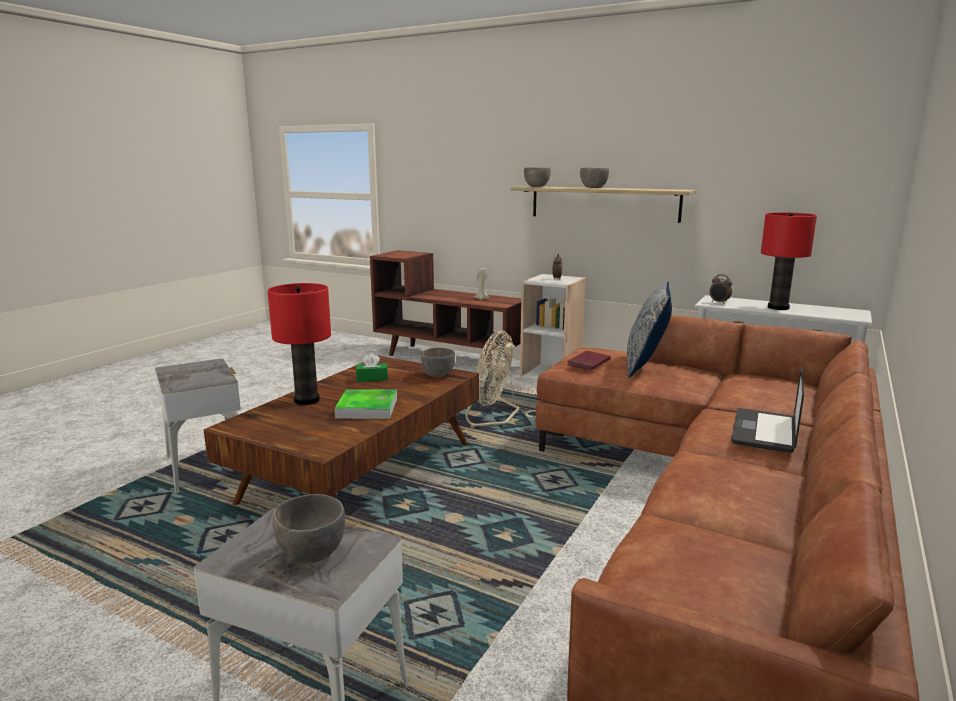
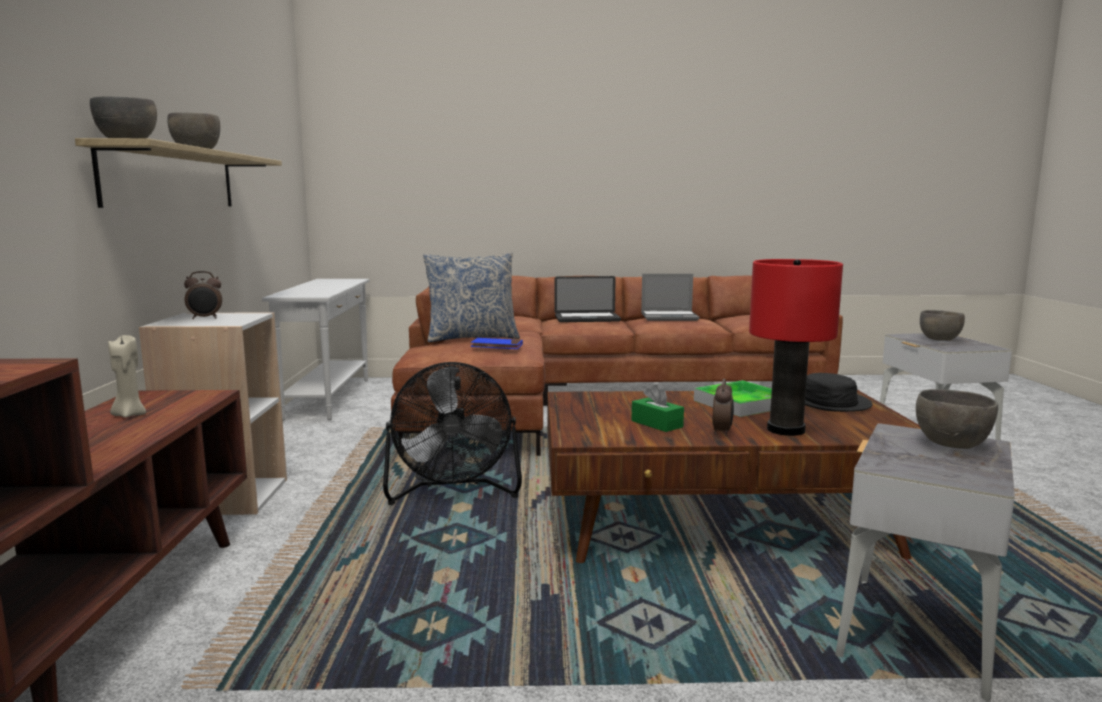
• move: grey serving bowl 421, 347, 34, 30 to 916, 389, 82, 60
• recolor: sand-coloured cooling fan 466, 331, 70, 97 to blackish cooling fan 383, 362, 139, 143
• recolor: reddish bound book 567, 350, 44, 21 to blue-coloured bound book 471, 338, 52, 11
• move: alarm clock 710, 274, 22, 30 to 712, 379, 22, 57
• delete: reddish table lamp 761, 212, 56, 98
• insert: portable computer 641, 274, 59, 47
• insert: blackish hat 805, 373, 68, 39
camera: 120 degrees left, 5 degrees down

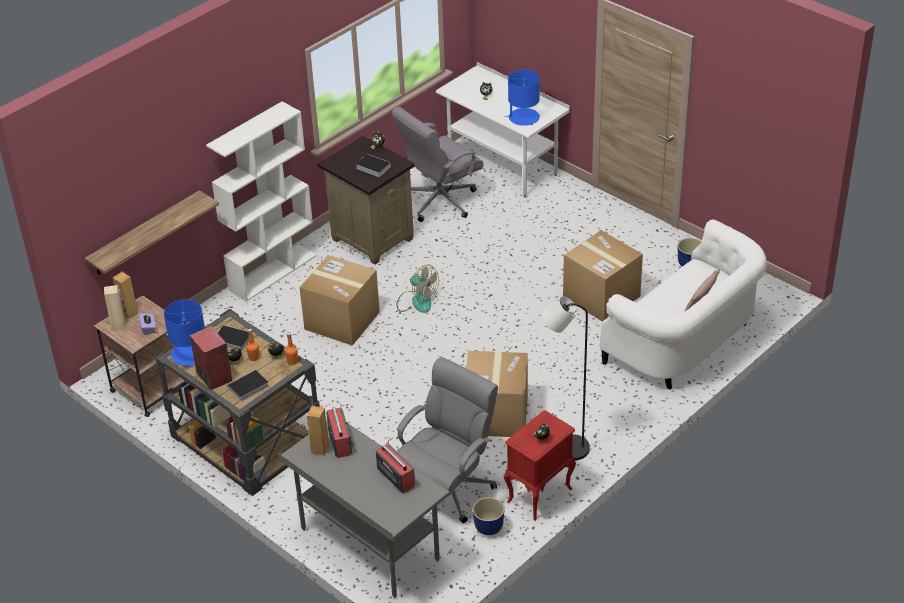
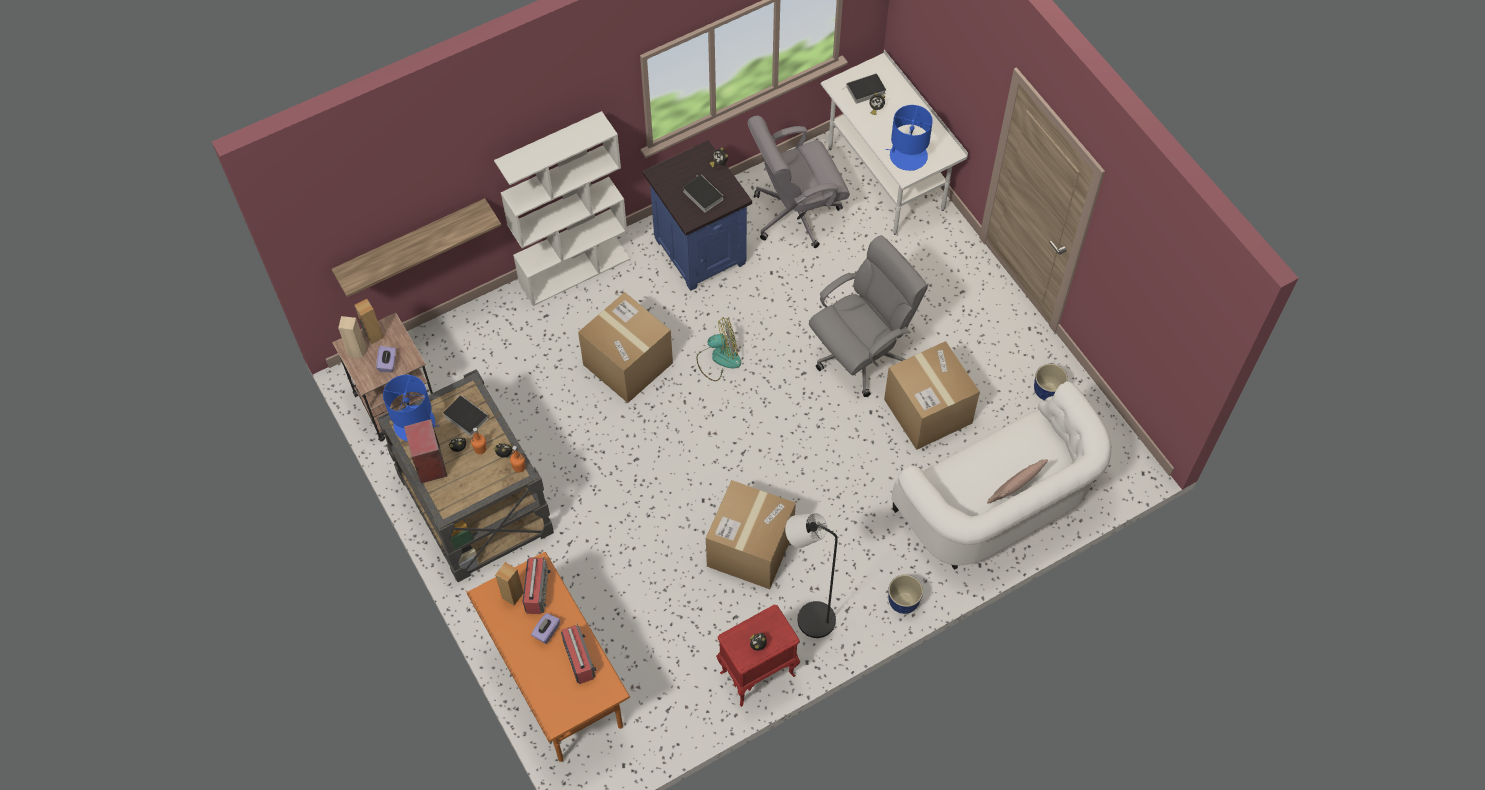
• move: bound book 223, 370, 46, 32 to 841, 73, 45, 31
• recolor: grey desk table 278, 421, 172, 177 to orange-coloured desk table 466, 552, 164, 210
• recolor: sand-coloured cabinet 318, 136, 96, 129 to blue-coloured cabinet 643, 140, 109, 151
• rotate: cooling fan 397, 265, 42, 48 = 696, 317, 45, 64 60 degrees counterclockwise
• move: grey desk chair 397, 357, 101, 166 to 809, 235, 119, 162
• move: plant pot 472, 497, 33, 38 to 888, 575, 35, 39
• insert: purplish tissue box 531, 613, 29, 31
camera: 15 degrees right, 20 degrees up

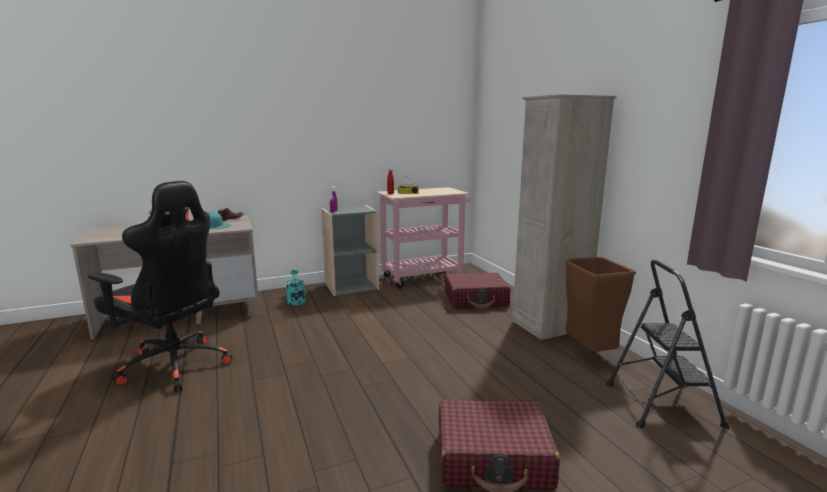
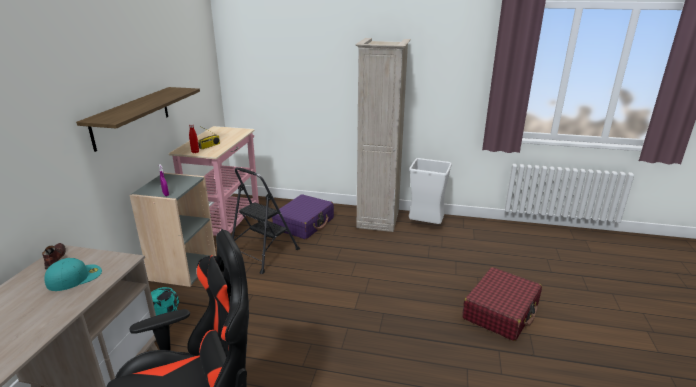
• recolor: reddish travel case 445, 273, 65, 35 to purplish travel case 272, 194, 62, 45
• recolor: brownish rubbish bin 565, 257, 71, 95 to white rubbish bin 409, 158, 43, 66
• move: blackish step stool 606, 259, 124, 170 to 232, 167, 68, 107
• insert: bracket shelf 76, 87, 124, 65
camera: 55 degrees left, 10 degrees up

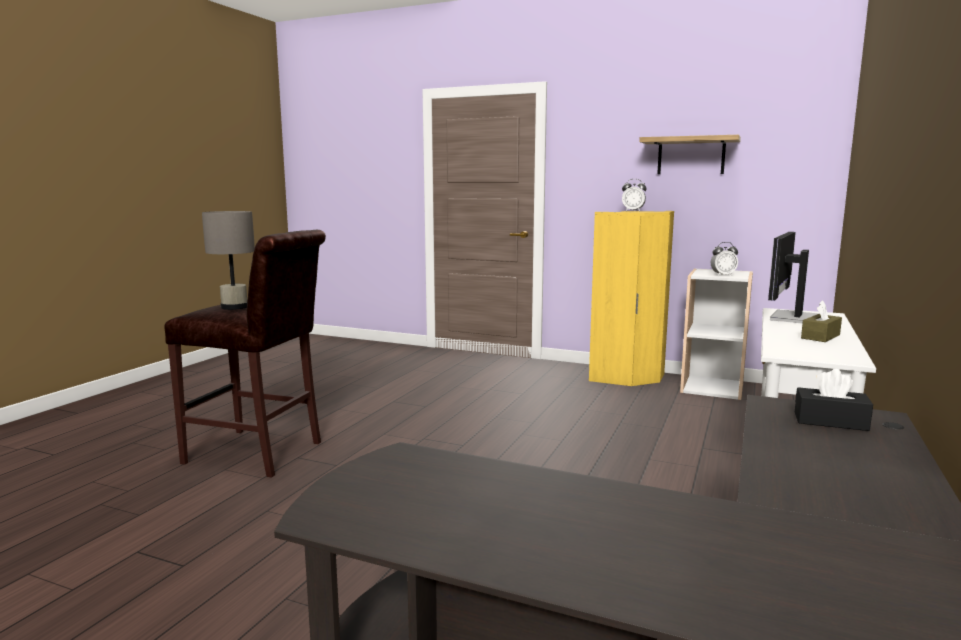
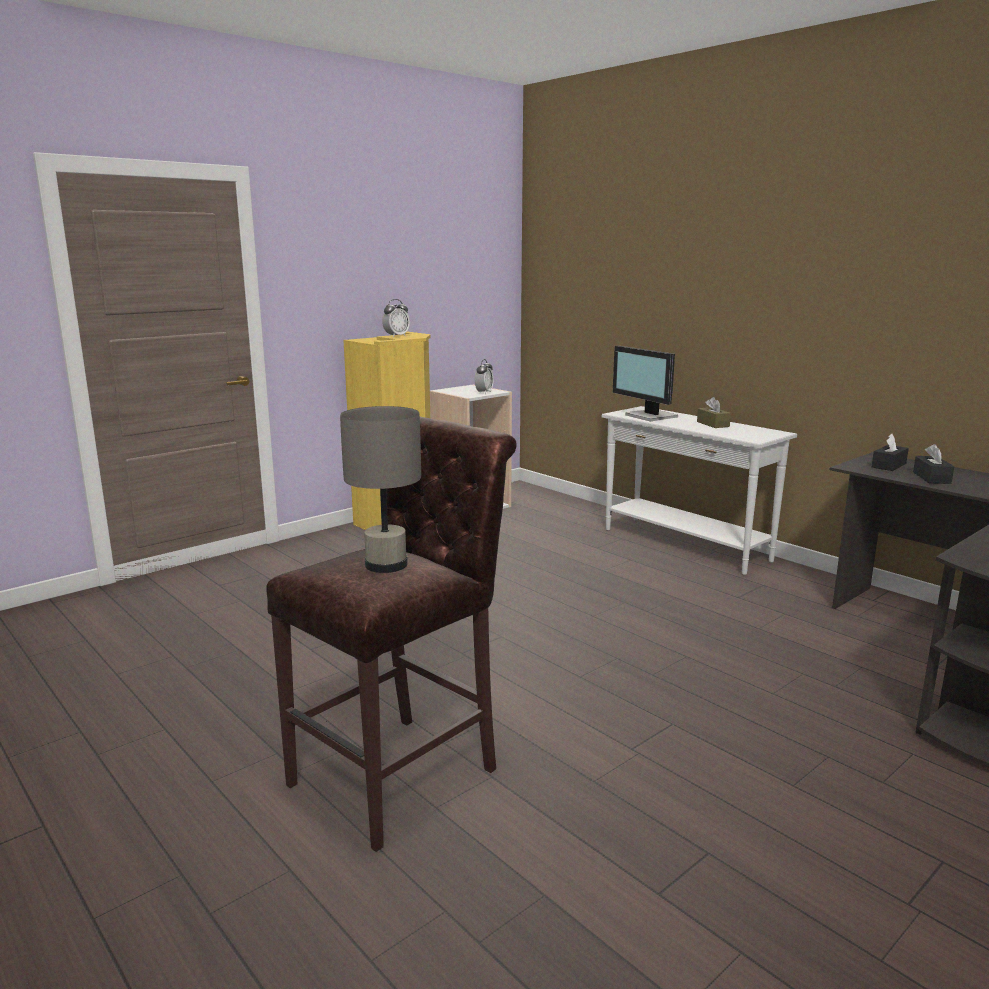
• delete: bracket shelf 639, 135, 102, 39
• insert: blackish tissue box 913, 444, 41, 40
camera: 65 degrees left, 5 degrees up

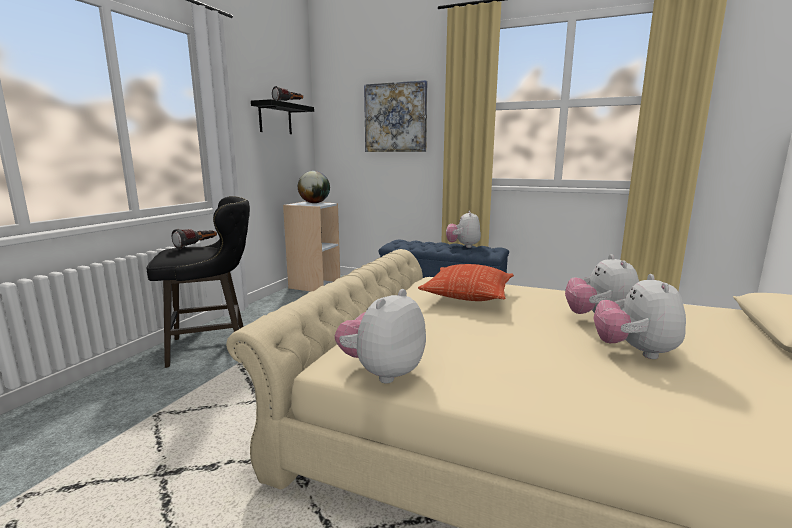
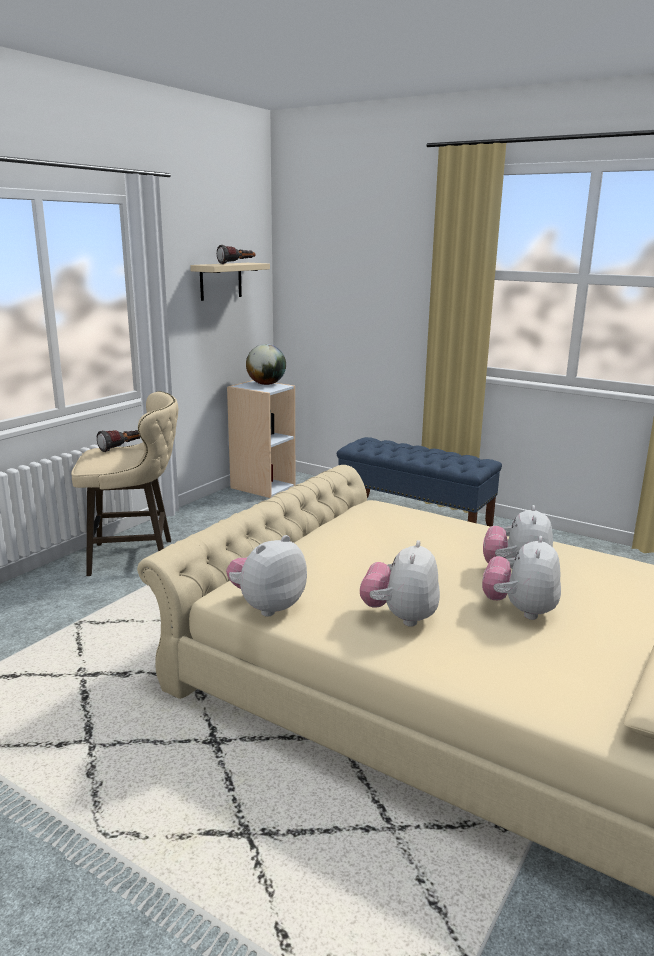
• recolor: blackish stool seat 147, 196, 103, 172 to sand-coloured stool seat 71, 391, 107, 185
• recolor: blackish bracket shelf 251, 99, 63, 35 to sand-coloured bracket shelf 190, 263, 80, 38
• delete: wall art 364, 80, 63, 72
• delete: orange-coloured pillow 418, 264, 96, 37
• move: plush toy 446, 211, 35, 37 to 360, 540, 80, 87
camera: 10 degrees right, 5 degrees up

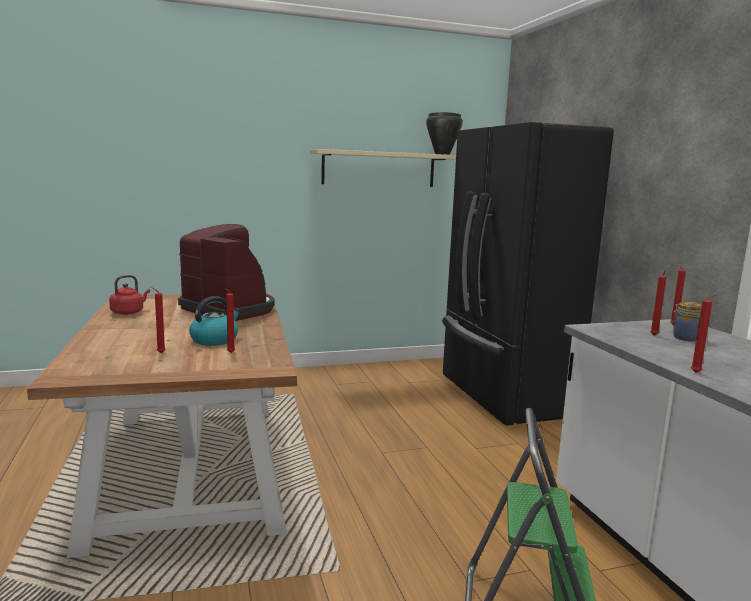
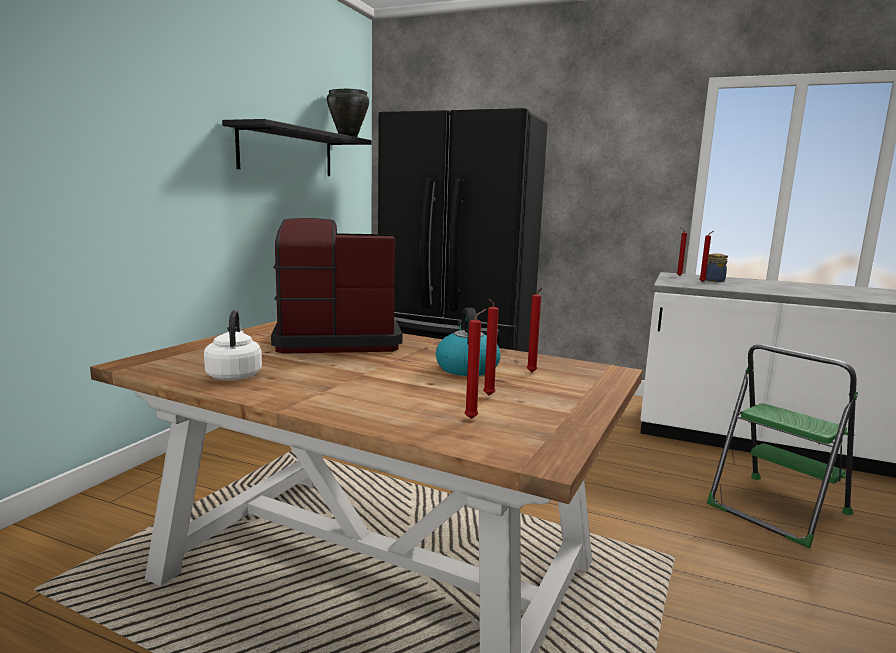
• recolor: reddish kettle 109, 275, 41, 40 to white kettle 204, 310, 58, 71
• recolor: sand-coloured bracket shelf 310, 149, 146, 38 to blackish bracket shelf 222, 119, 149, 57
• move: reddish wax light 691, 294, 27, 79 to 465, 309, 21, 110
camera: 50 degrees left, 0 degrees up

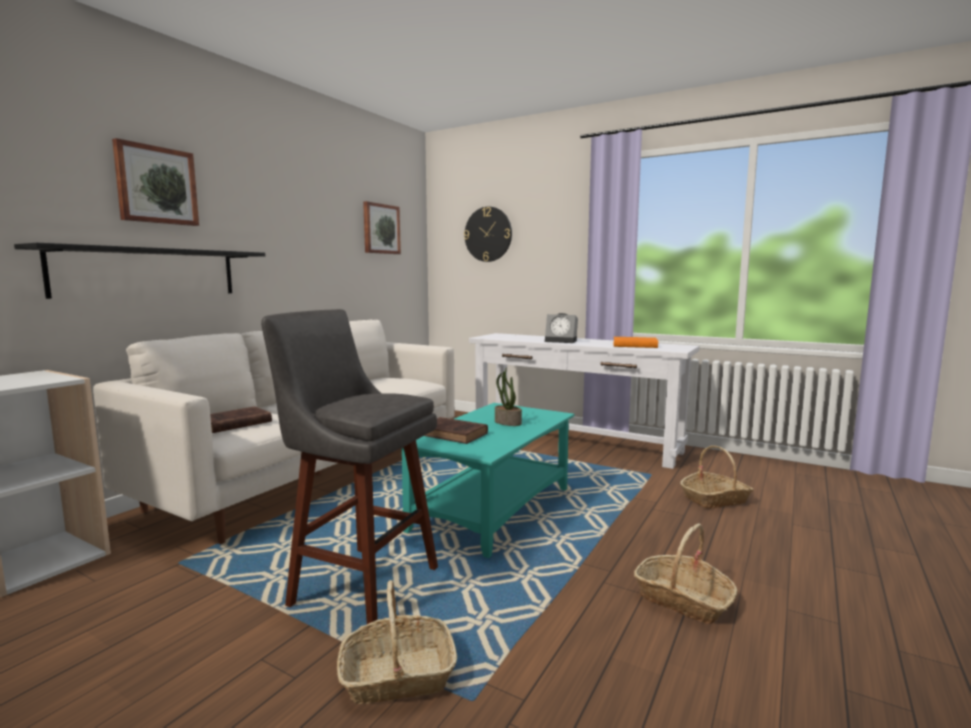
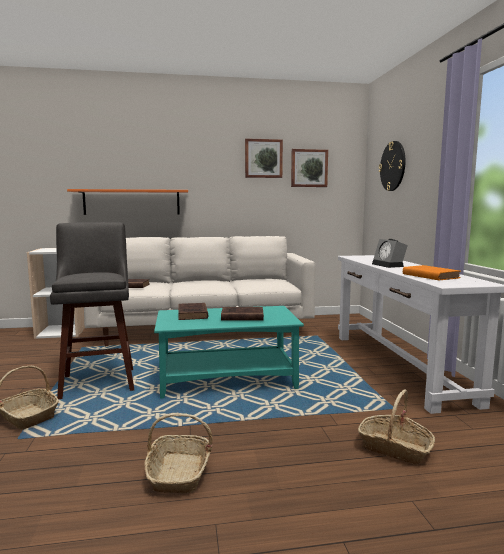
• recolor: blackish bracket shelf 14, 243, 251, 56 to orange-coloured bracket shelf 67, 189, 121, 26
• move: wall art 112, 138, 87, 88 to 245, 139, 38, 39
• replace: plant in a pot 495, 367, 27, 59 to brownish bound book 221, 307, 43, 13
camera: 50 degrees right, 0 degrees up

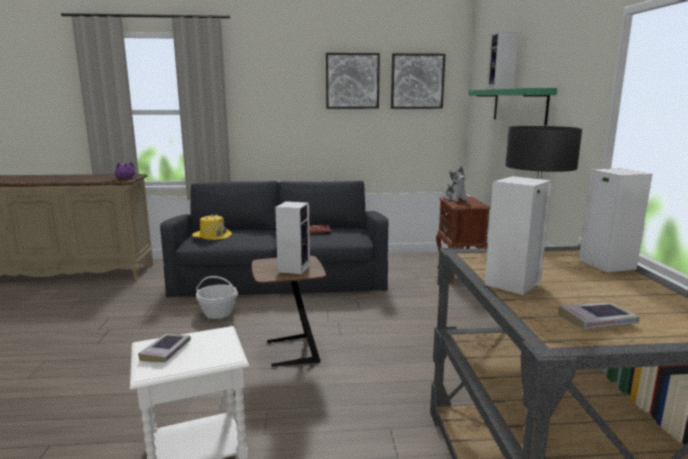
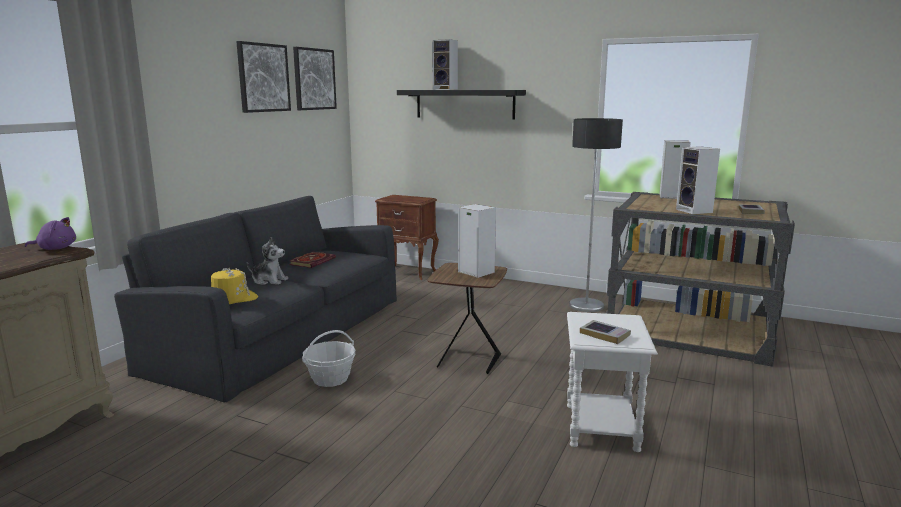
• move: plush toy 445, 167, 23, 35 to 247, 237, 41, 48
• recolor: green-coloured bracket shelf 468, 88, 89, 38 to blackish bracket shelf 397, 90, 129, 30
camera: 60 degrees left, 0 degrees up

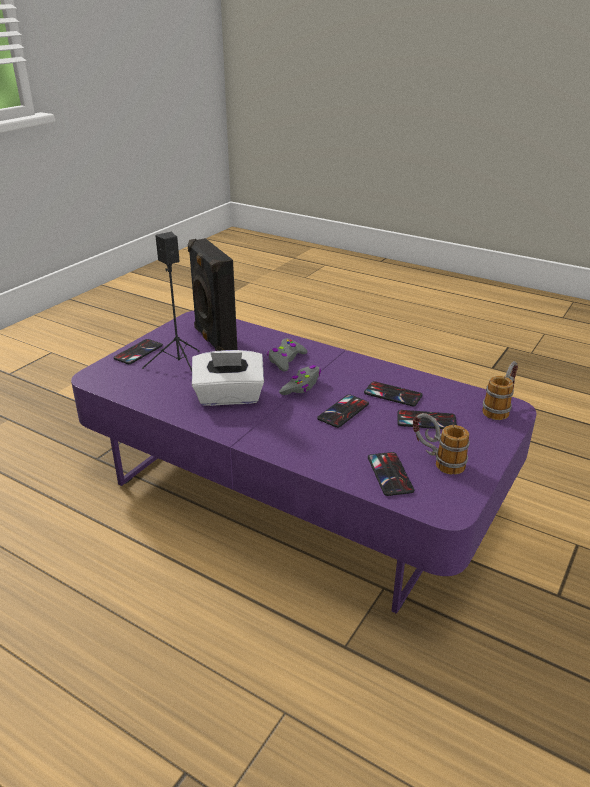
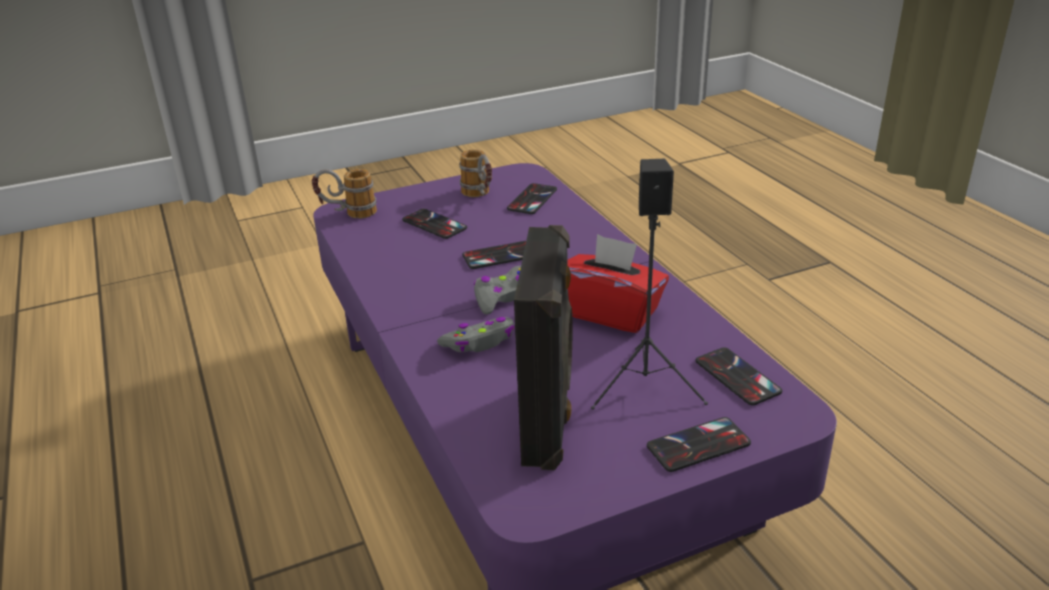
• recolor: white tissue box 192, 350, 72, 56 to reddish tissue box 567, 234, 102, 99
• move: handset 364, 381, 59, 26 to 695, 347, 87, 58
camera: 145 degrees left, 0 degrees up

